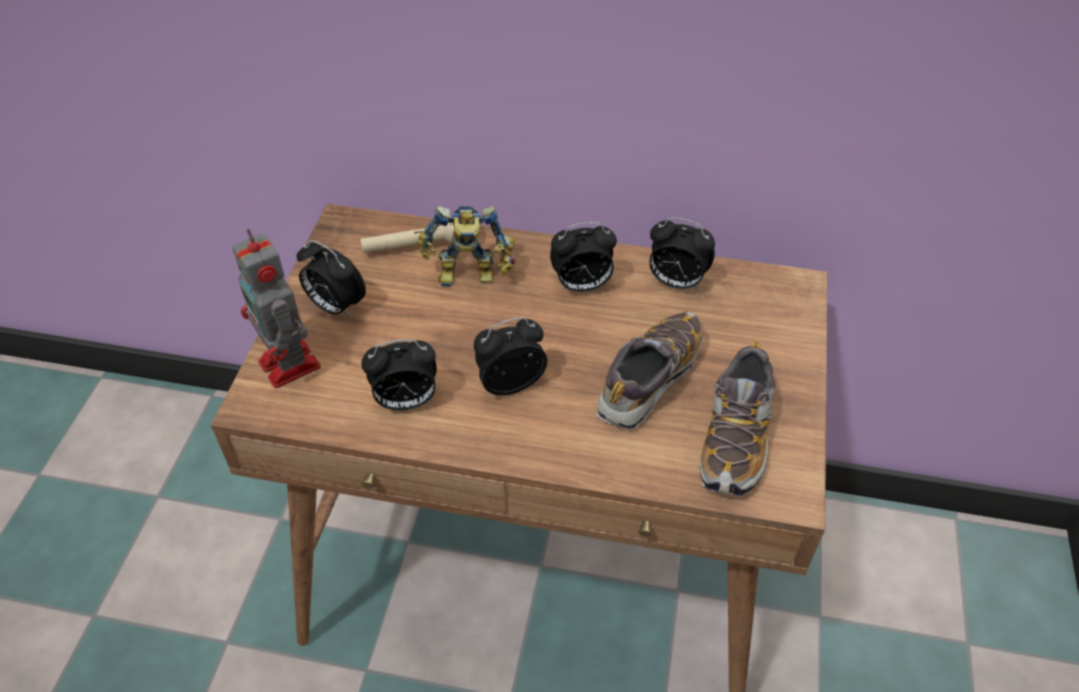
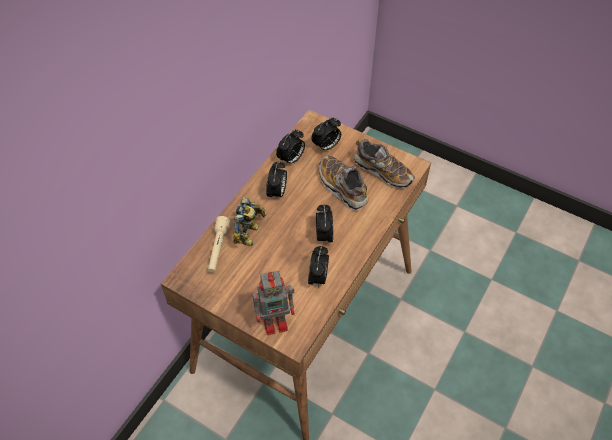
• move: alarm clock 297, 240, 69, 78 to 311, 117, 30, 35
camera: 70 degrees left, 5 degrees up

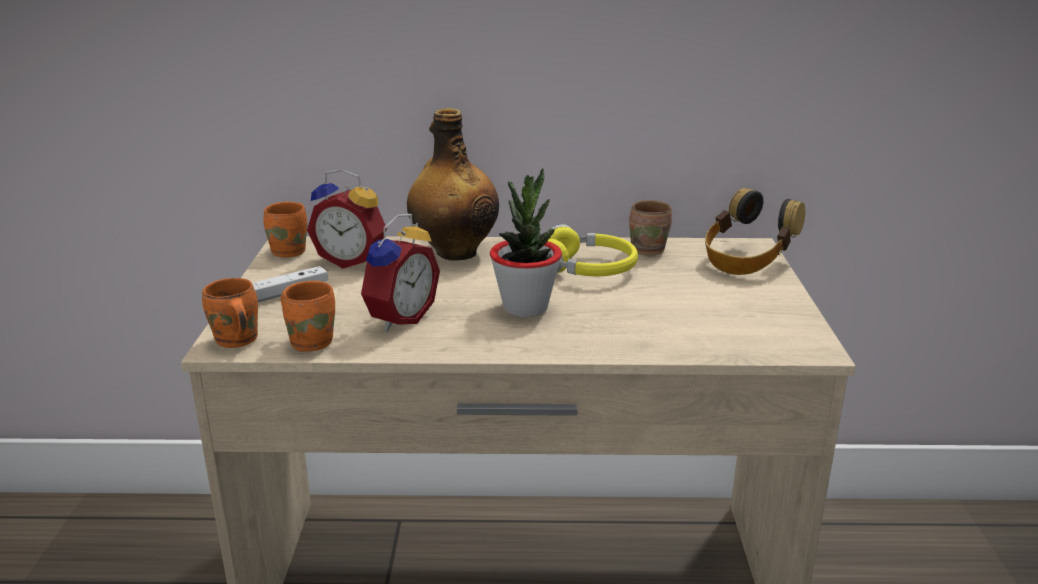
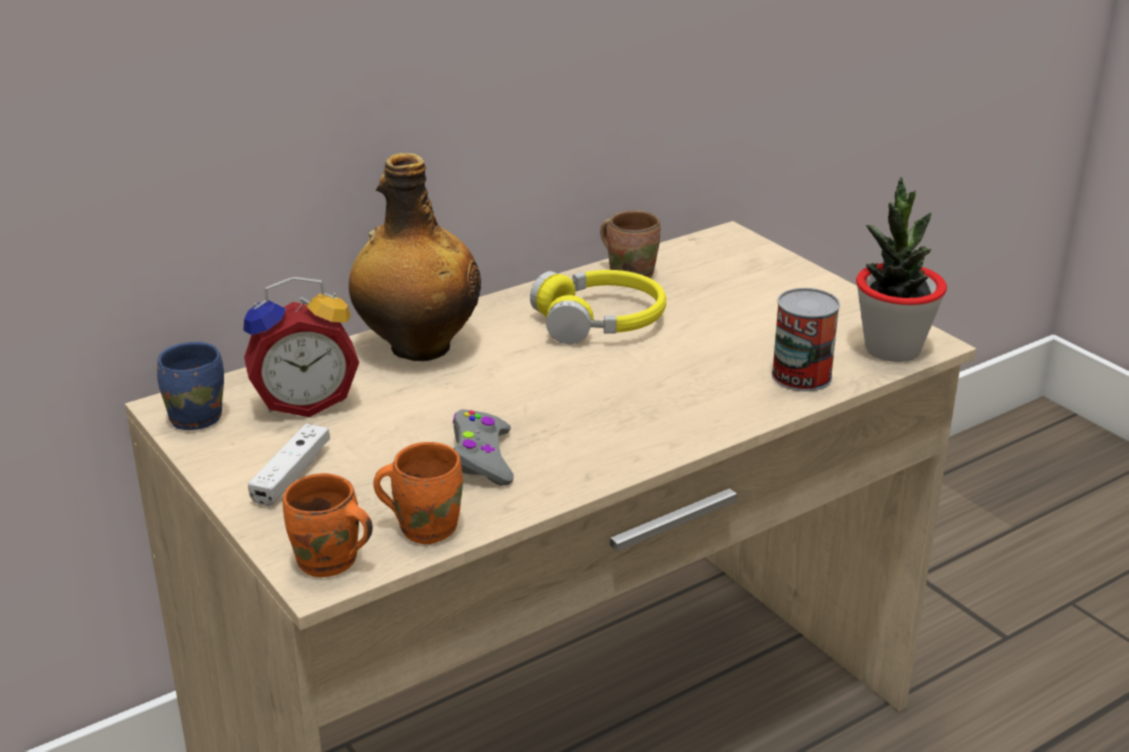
• recolor: orange-coloured tea mug 263, 202, 44, 56 to blue-coloured tea mug 157, 342, 67, 88
• replace: alarm clock 361, 214, 79, 117 to grey gamepad 453, 409, 61, 77
• move: plant in a pot 490, 168, 72, 149 to 856, 177, 91, 185
• delete: headset 705, 188, 100, 87
• insert: can 772, 288, 68, 103
camera: 35 degrees left, 5 degrees up

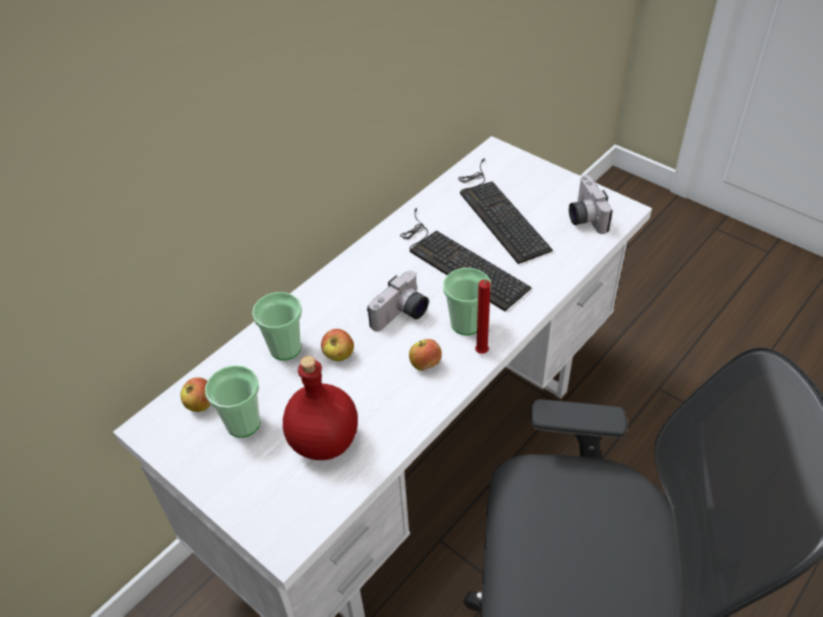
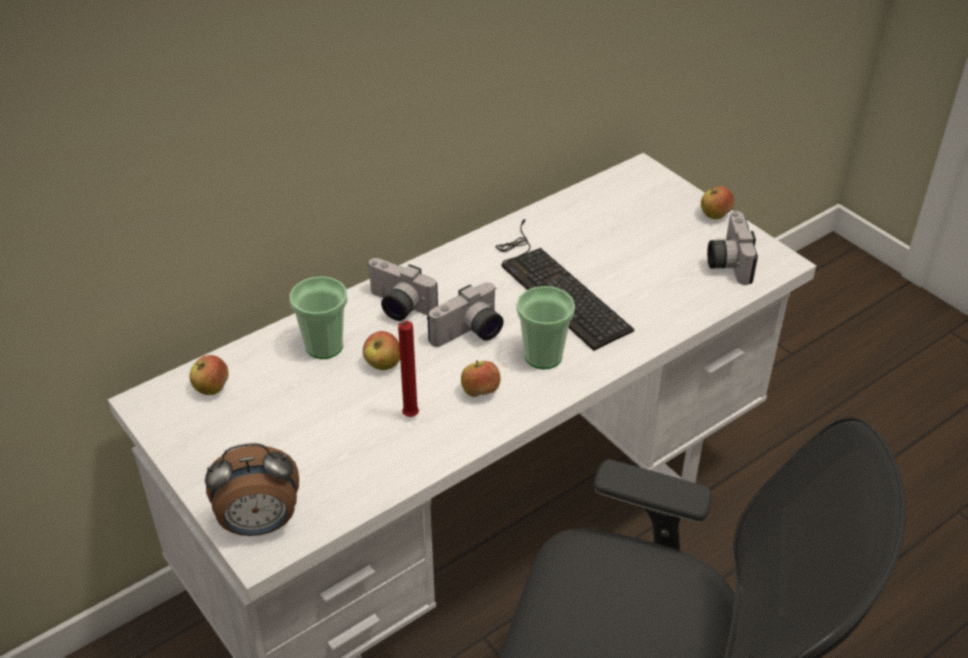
• delete: cup 205, 365, 55, 73
• delete: reddish drink bottle 283, 356, 75, 104
• delete: computer keyboard 458, 158, 95, 106
• move: reddish wax light 475, 280, 16, 74 to 398, 321, 21, 96
• insert: alarm clock 205, 443, 94, 93
• insert: still camera 367, 258, 71, 63
• insert: apple fruit 701, 186, 33, 34
camera: 10 degrees right, 5 degrees down

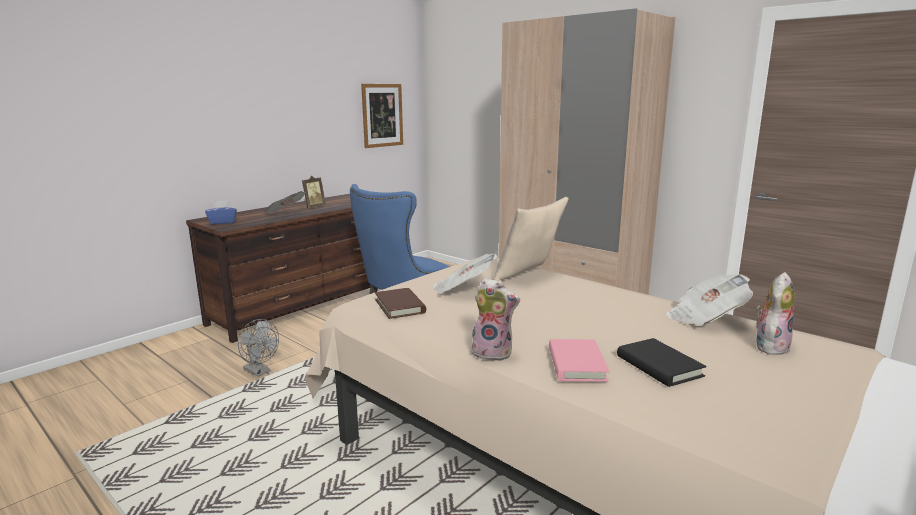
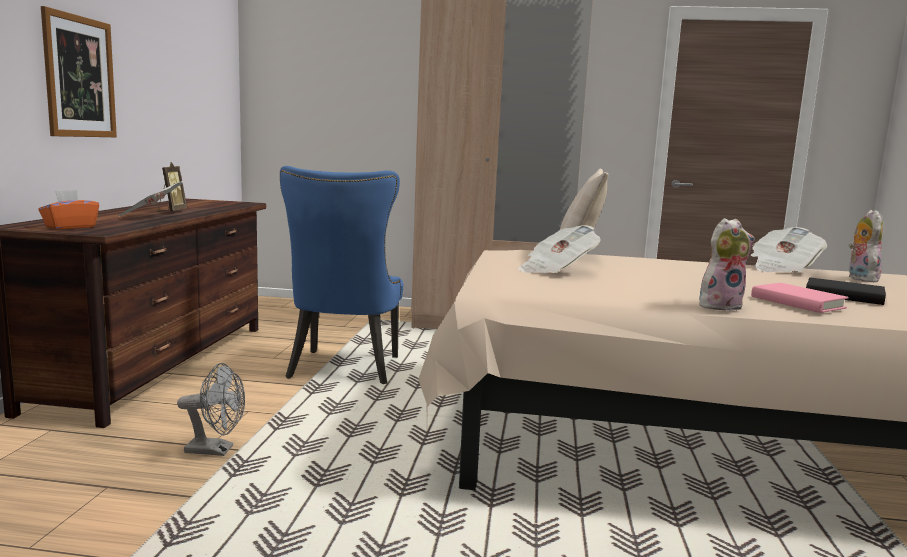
• recolor: blue-coloured tissue box 205, 200, 32, 25 to orange-coloured tissue box 39, 190, 60, 39
• move: wall art 361, 84, 42, 64 to 41, 6, 76, 131
• delete: brownish bound book 375, 288, 51, 31
camera: 35 degrees left, 5 degrees down

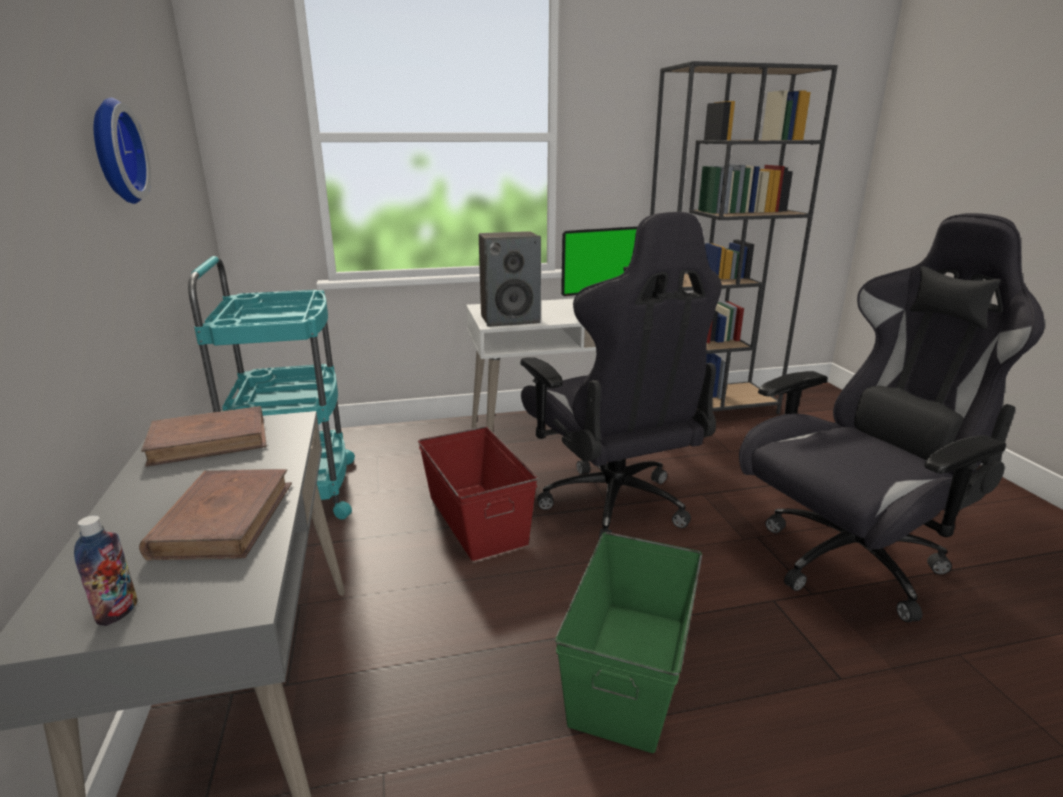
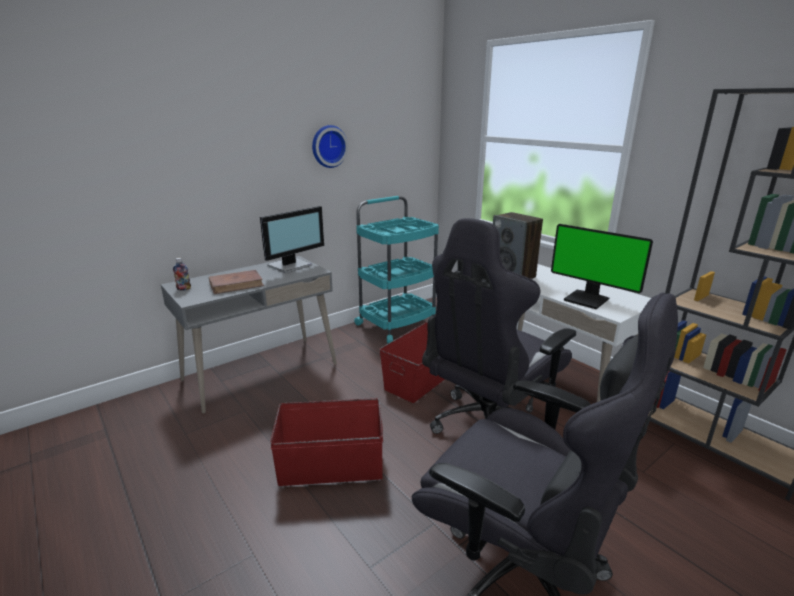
• replace: brownish bound book 141, 406, 126, 61 to computer screen 260, 206, 64, 67
• recolor: green-coloured storage box 555, 532, 147, 221 to reddish storage box 270, 398, 113, 88
camera: 65 degrees right, 0 degrees up

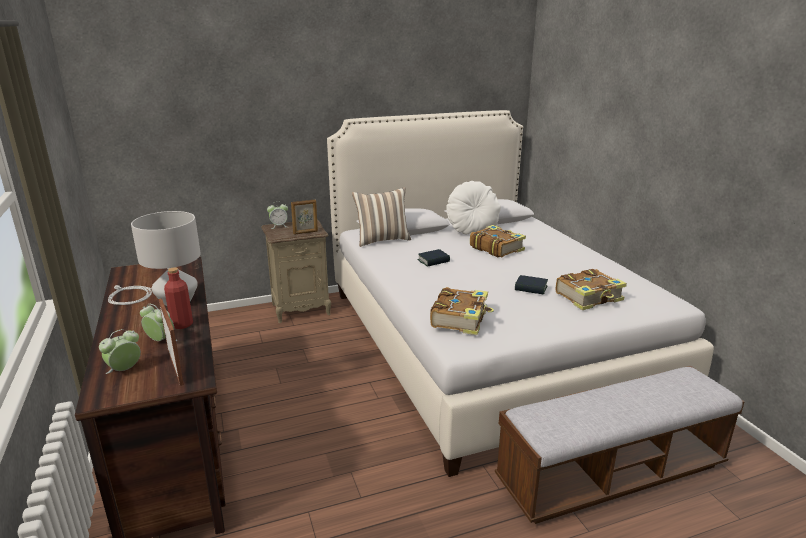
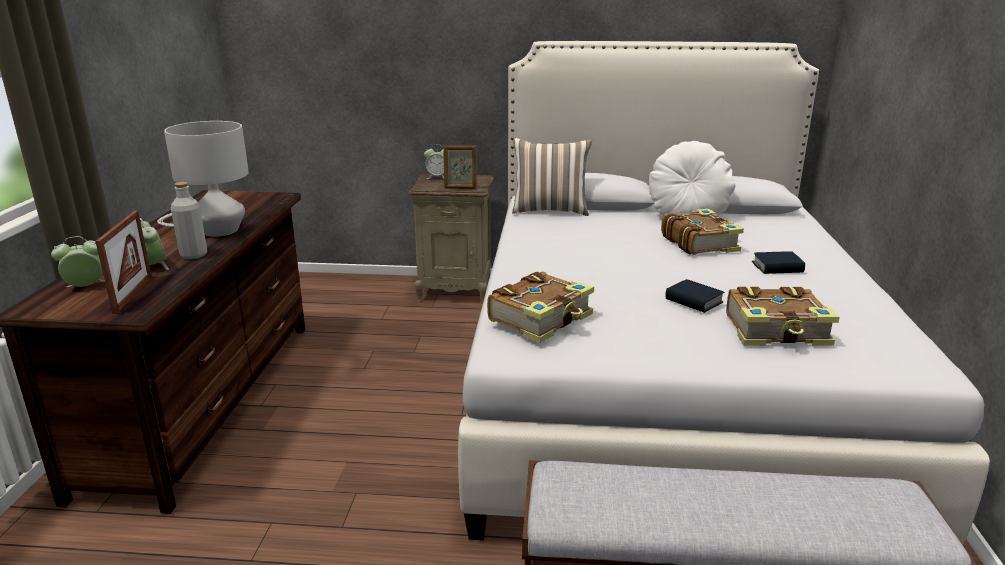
• recolor: reddish drink bottle 164, 268, 29, 61 to grey drink bottle 171, 182, 36, 77
• move: bound book 417, 249, 33, 18 to 752, 251, 53, 23
camera: 25 degrees right, 0 degrees up

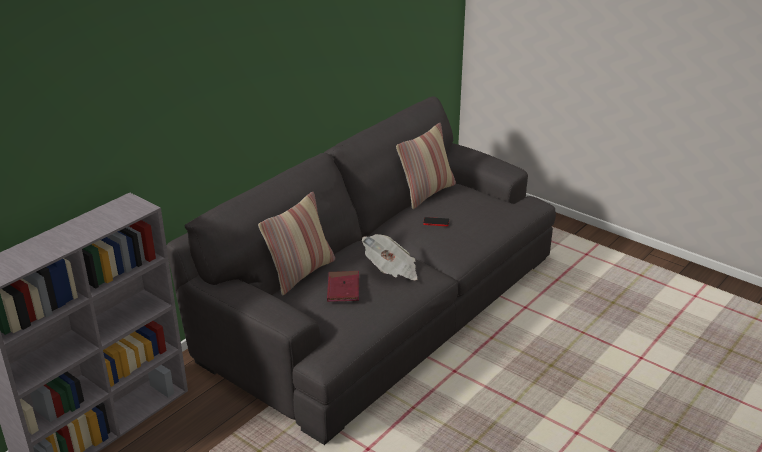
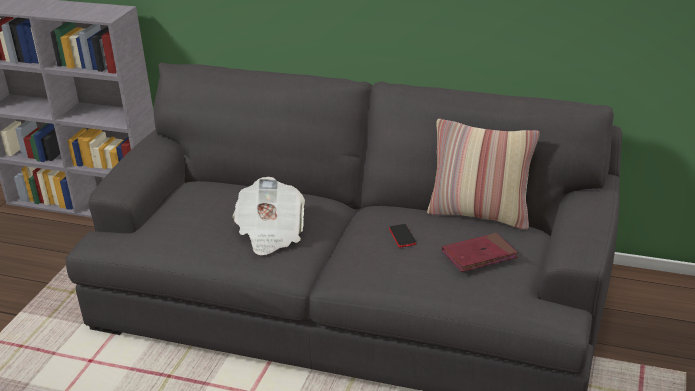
• delete: pillow 258, 192, 77, 104
• move: reddish bound book 327, 271, 32, 31 to 442, 233, 76, 39
camera: 70 degrees right, 0 degrees up

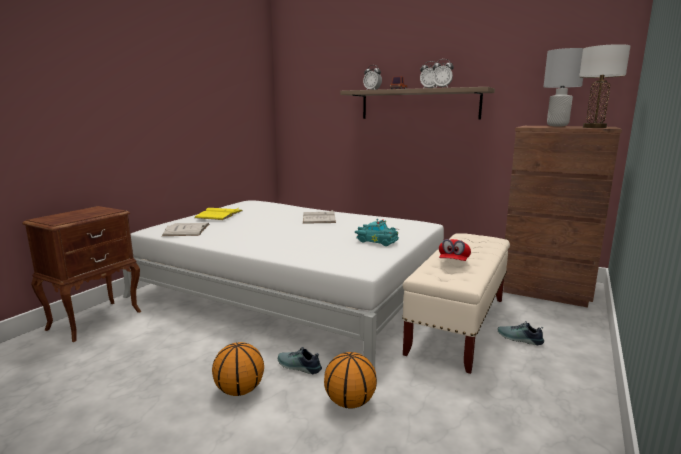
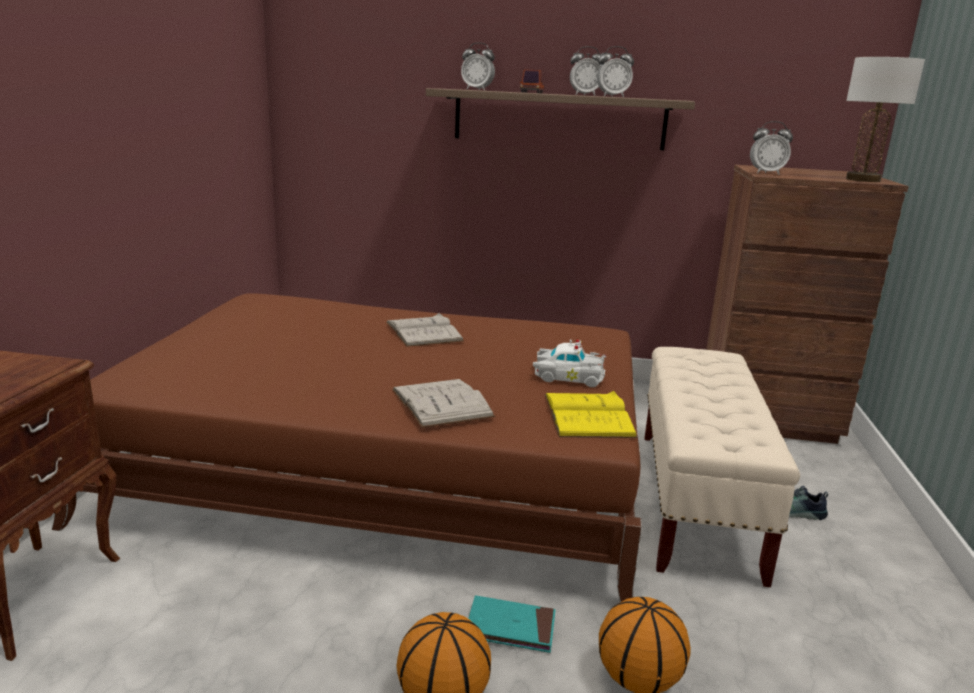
• recolor: white bed 123, 200, 321, 168 to brownish bed 52, 293, 590, 309
• move: white bound book 162, 223, 47, 13 to 392, 379, 103, 49
• move: yellow bound book 195, 207, 47, 13 to 545, 390, 93, 48
• replace: shoe 278, 347, 44, 27 to turquoise-coloured bound book 468, 595, 88, 58
• recolor: turquoise-coloured model car 355, 219, 44, 27 to white model car 533, 340, 73, 47
• delete: reddish baseball cap 439, 239, 32, 22
• delete: grey table lamp 543, 48, 40, 79
• insert: alarm clock 750, 121, 43, 54
camera: 20 degrees left, 5 degrees up

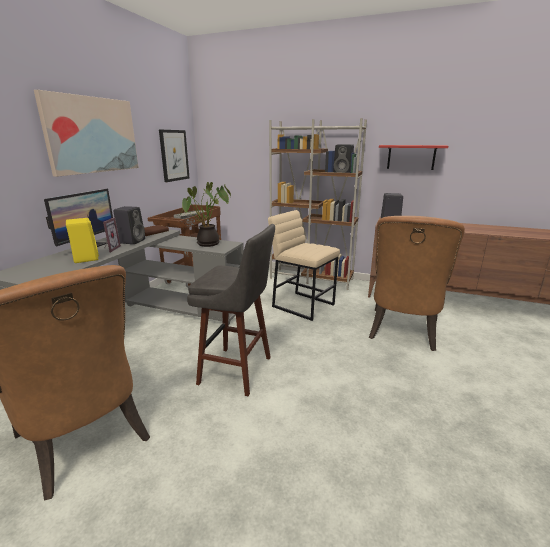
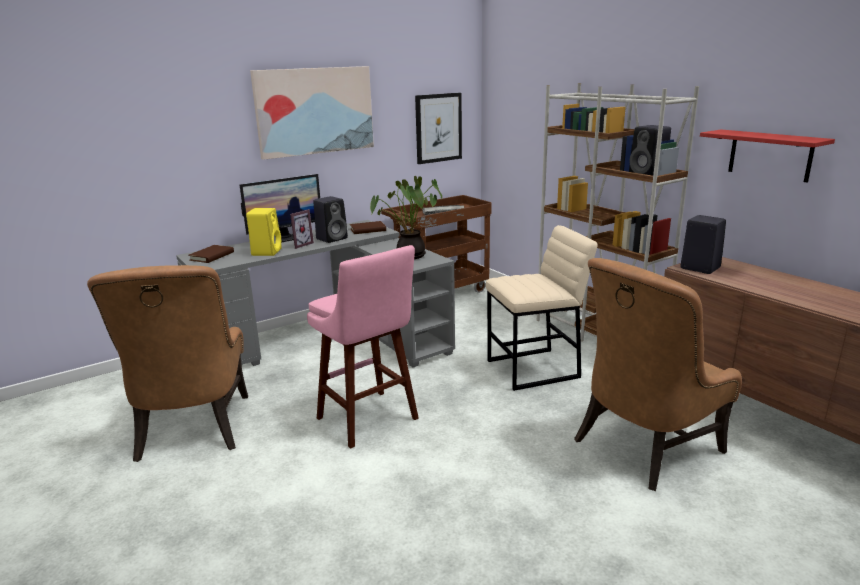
• recolor: grey stool seat 187, 224, 88, 172 to pink-coloured stool seat 307, 245, 112, 204
• rotate: sand-coloured plain chair 268, 210, 72, 111 = 486, 225, 112, 166 90 degrees clockwise
• insert: brownish bound book 188, 245, 46, 18
camera: 35 degrees right, 0 degrees up

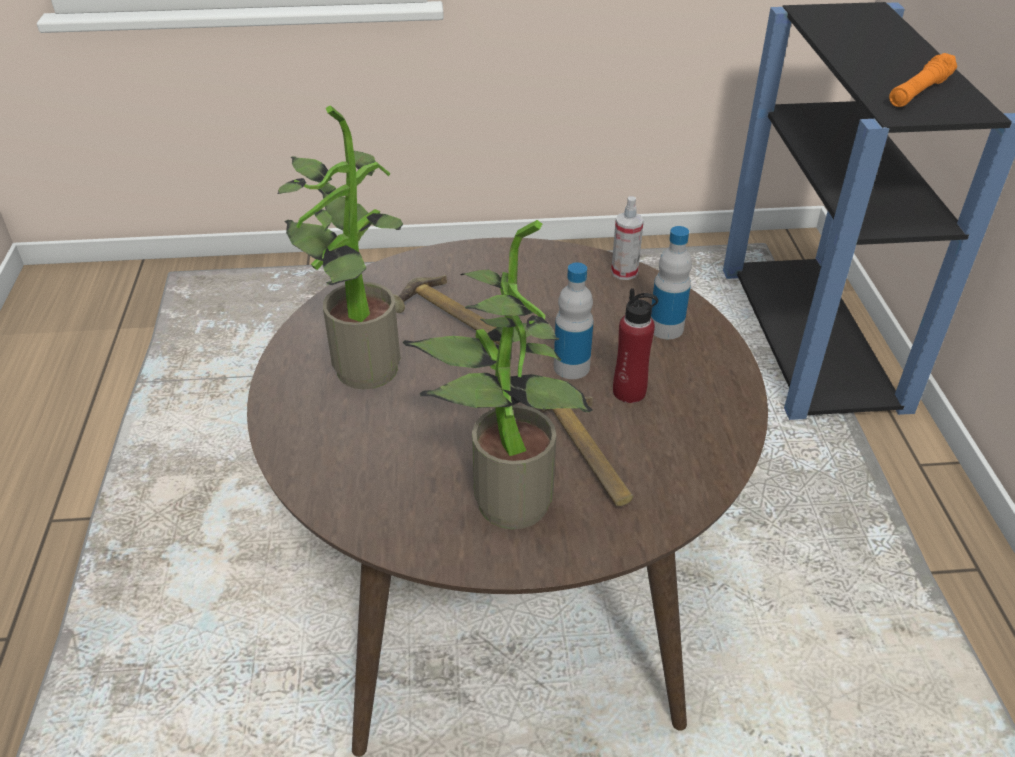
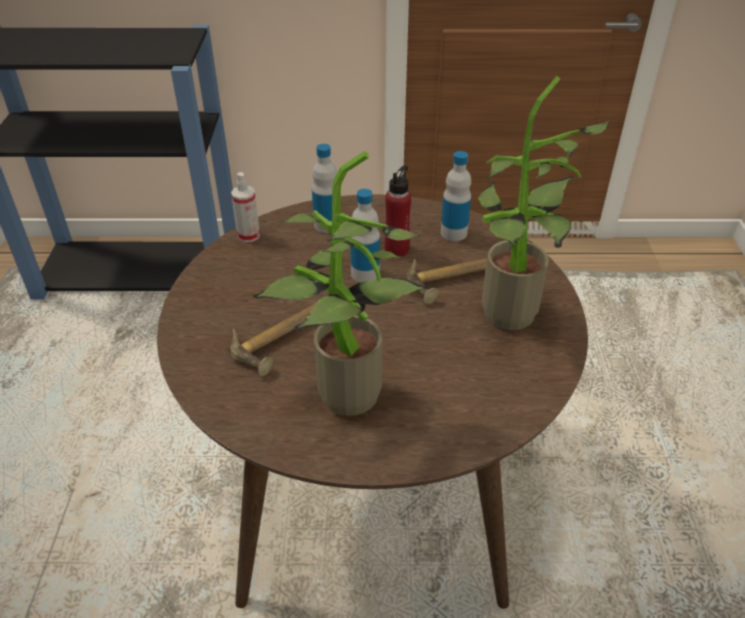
• delete: orange-coloured flashlight 889, 53, 68, 54
• insert: drink bottle 441, 151, 30, 90
camera: 85 degrees left, 0 degrees up

